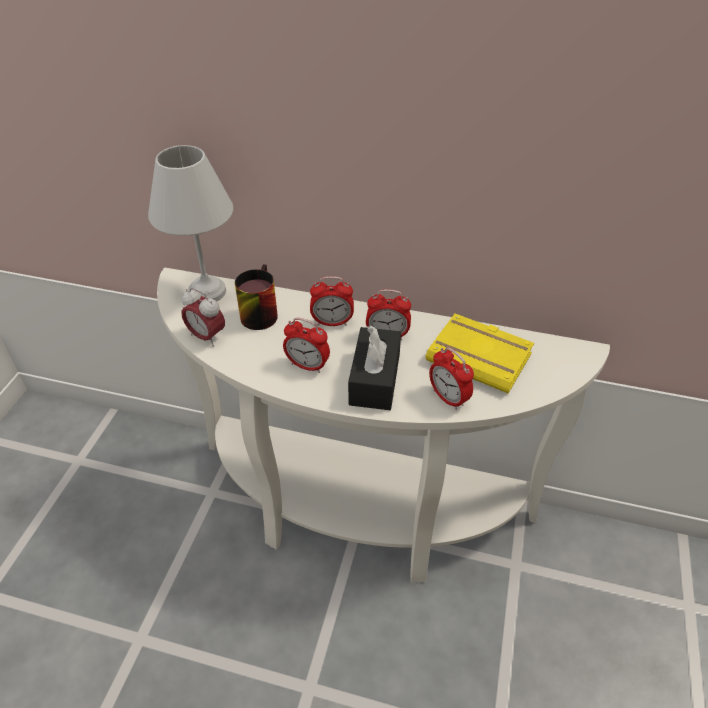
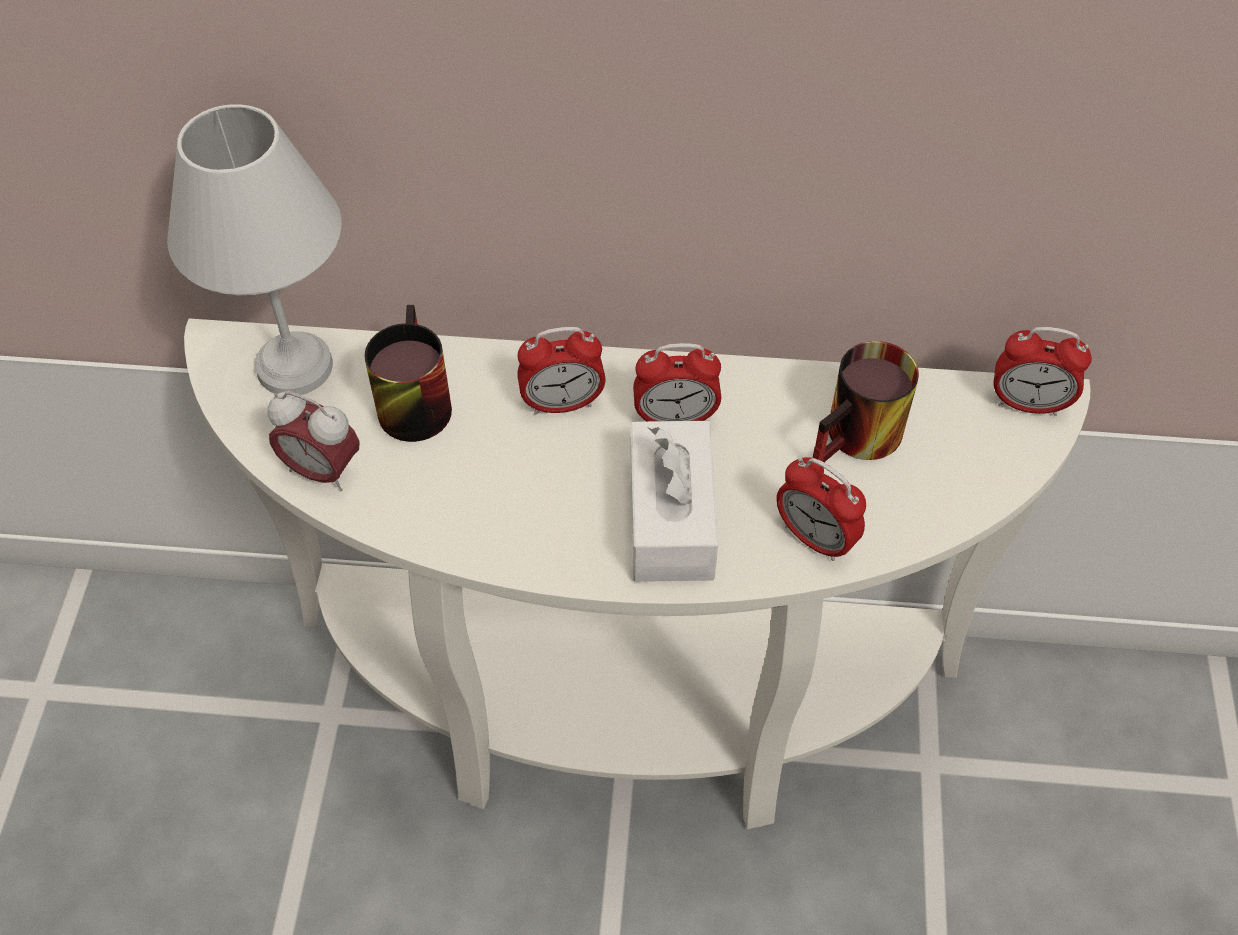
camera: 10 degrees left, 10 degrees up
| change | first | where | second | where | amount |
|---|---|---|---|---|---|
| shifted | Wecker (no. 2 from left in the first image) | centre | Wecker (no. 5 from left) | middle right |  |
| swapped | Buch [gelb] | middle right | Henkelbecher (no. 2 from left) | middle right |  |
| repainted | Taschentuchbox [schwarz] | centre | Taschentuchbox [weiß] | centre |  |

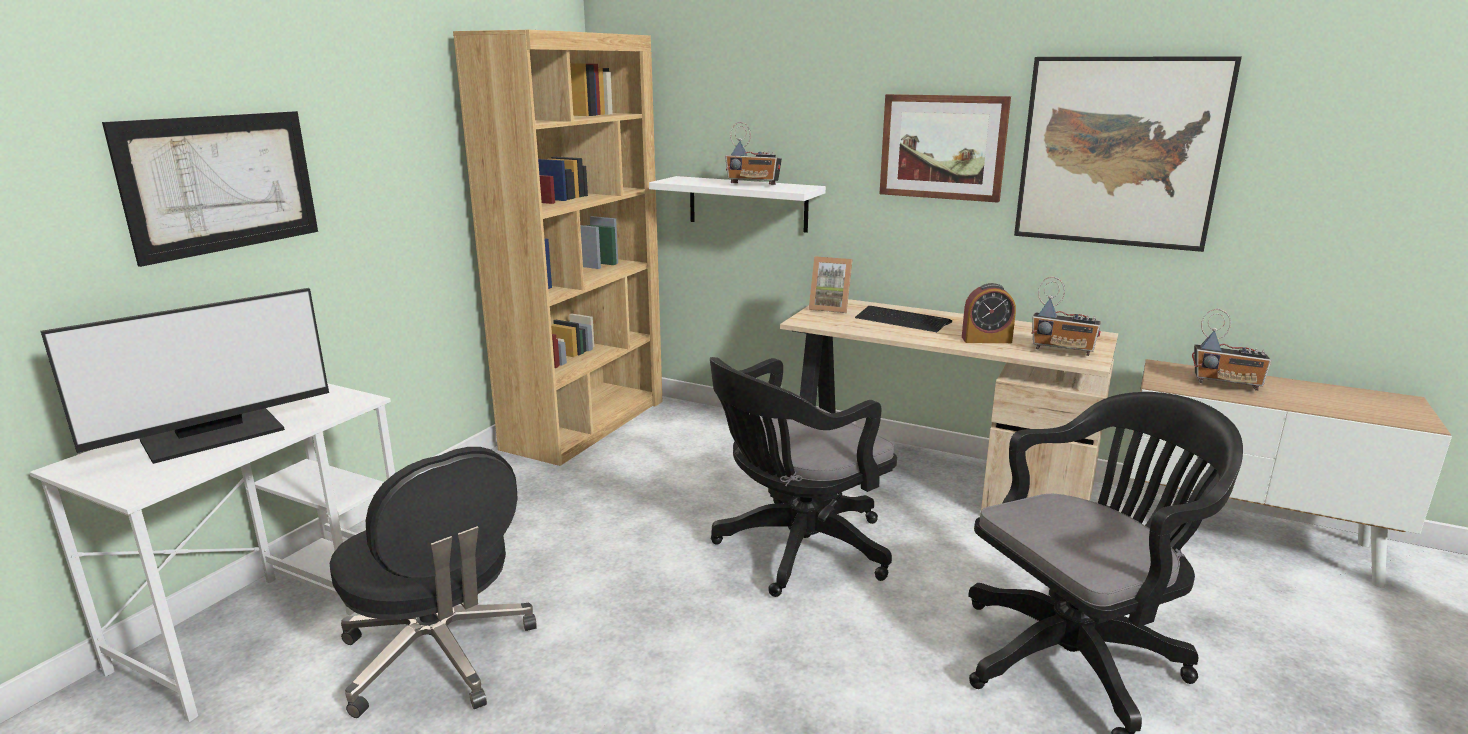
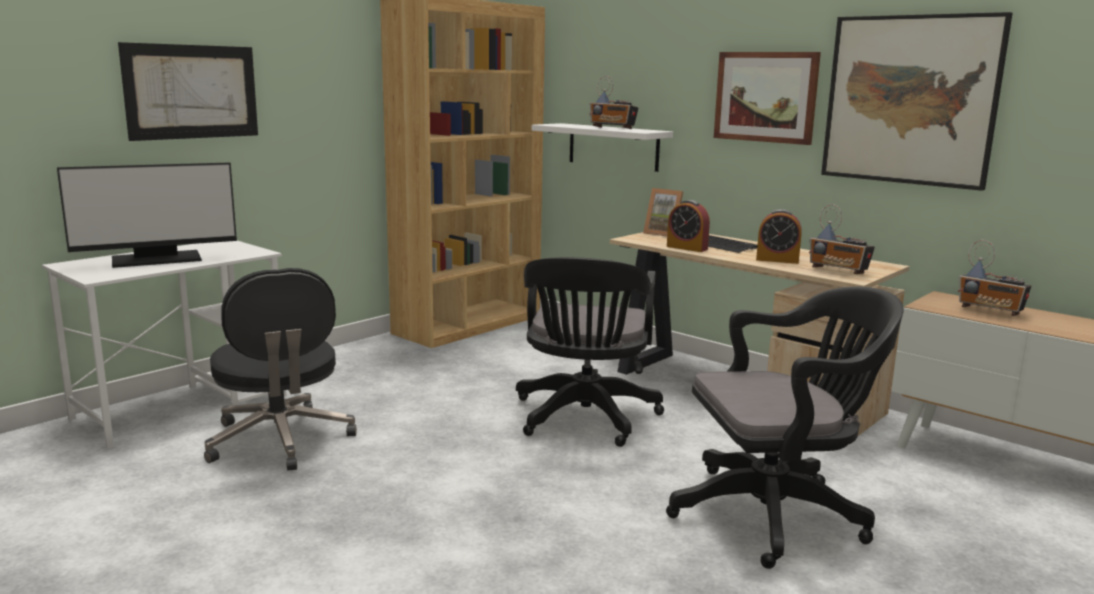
camera: 15 degrees right, 5 degrees down
| change | first | where | second | where | amount |
|---|---|---|---|---|---|
| new |  |  | Wecker (no. 1 from left) | centre |  |
| rotated | Bürostuhl [schwarz] (no. 2 from left) | centre |  | centre | 60 degrees counterclockwise |

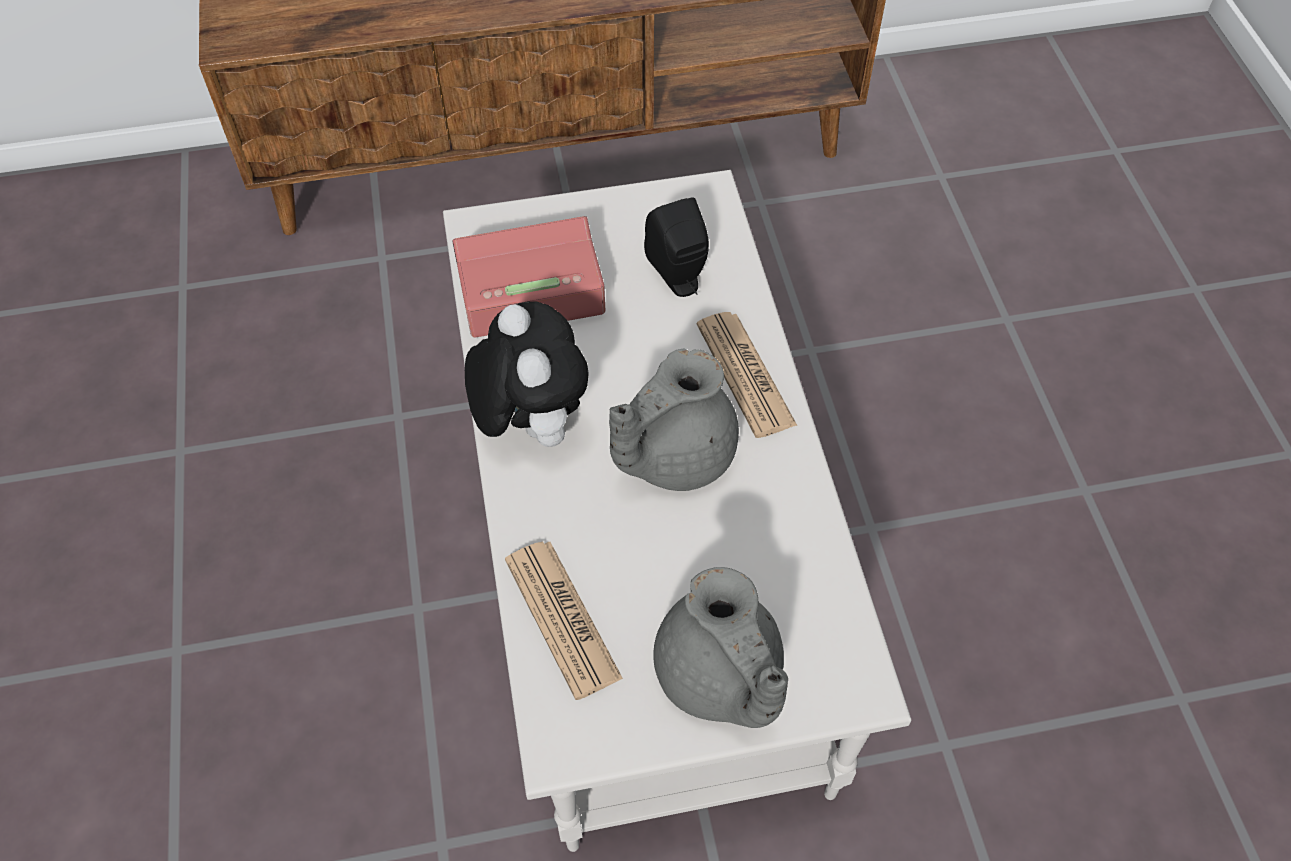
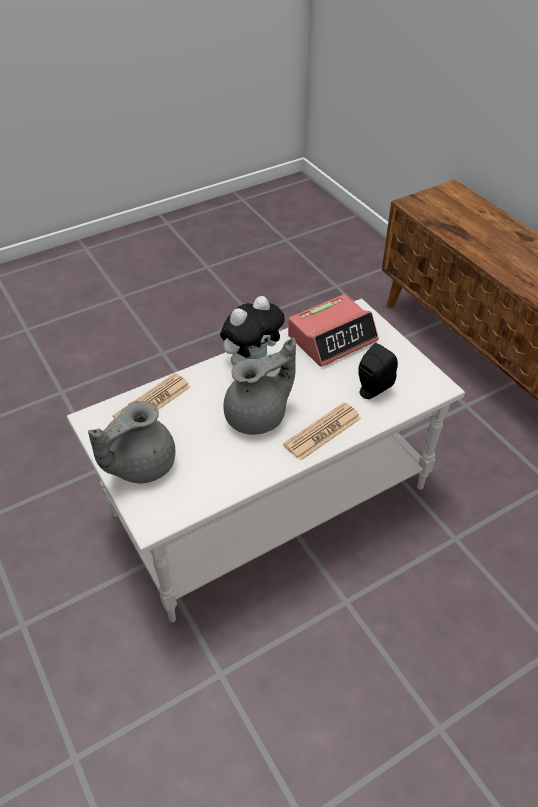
camera: 70 degrees right, 10 degrees down
| change | first | where | second | where | amount |
|---|---|---|---|---|---|
| rotated | Wecker | top centre |  | centre | 90 degrees clockwise |
| rotated | Teekanne [grau] (no. 1 from left in the first image) | centre | Teekanne [grau] (no. 2 from left) | centre | 120 degrees clockwise |

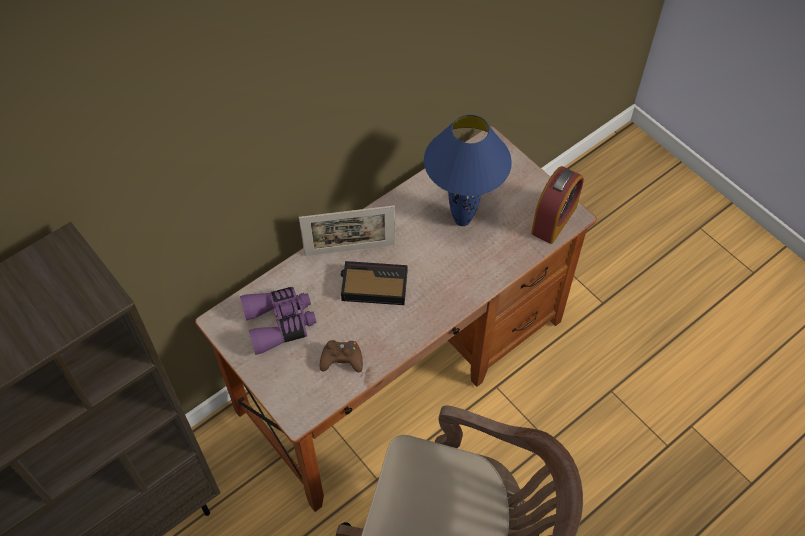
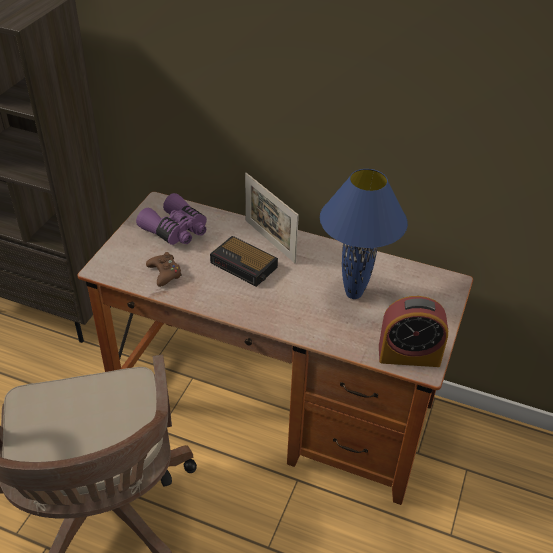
camera: 60 degrees right, 15 degrees down
| change | first | where | second | where | amount |
|---|---|---|---|---|---|
| rotated | Wecker (no. 1 from left) | centre |  | centre | 150 degrees clockwise |

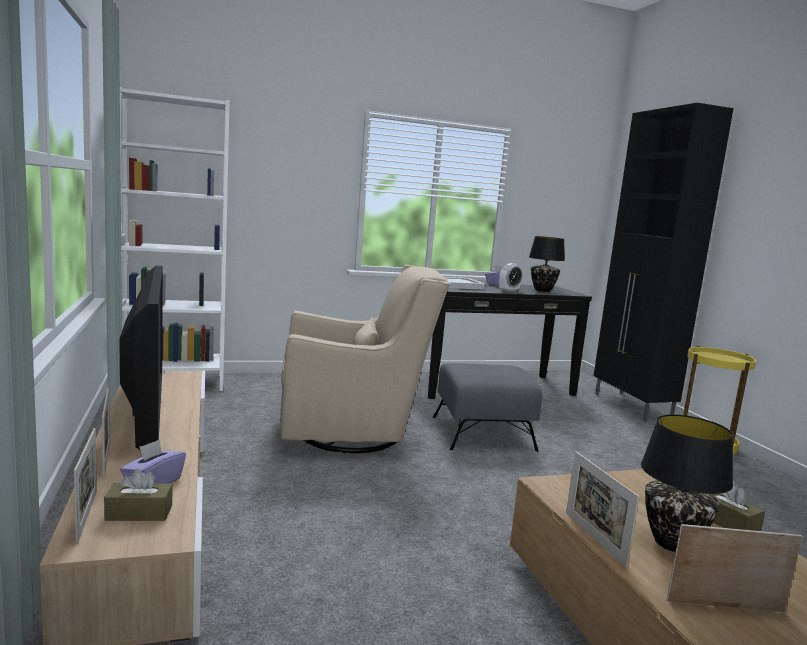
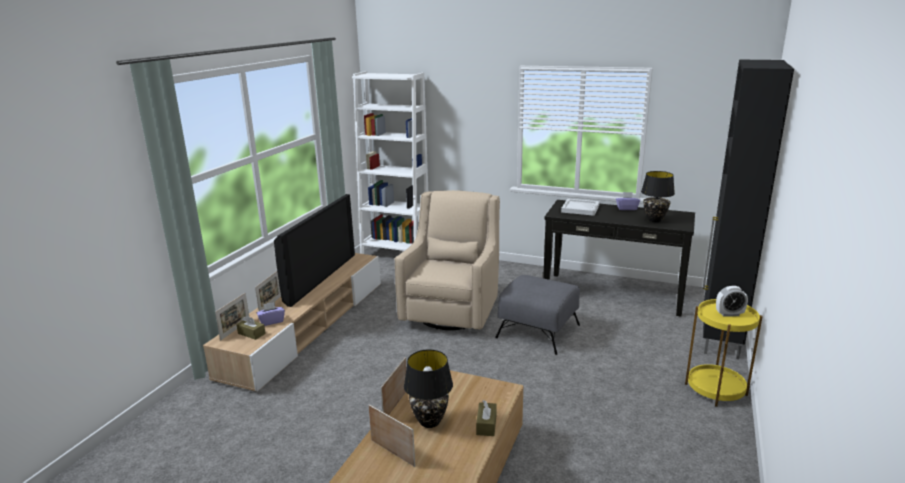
camera: 40 degrees right, 10 degrees up
| change | first | where | second | where | amount |
|---|---|---|---|---|---|
| shifted | Wecker | centre |  | middle right |  |
| rotated | Sessel [beige] | centre |  | centre | 105 degrees counterclockwise |

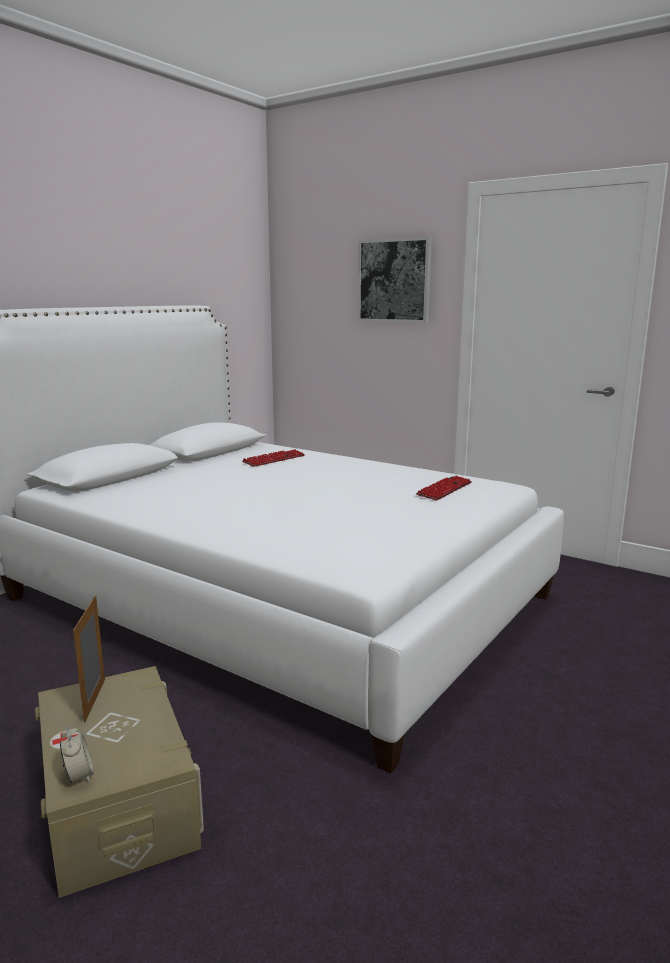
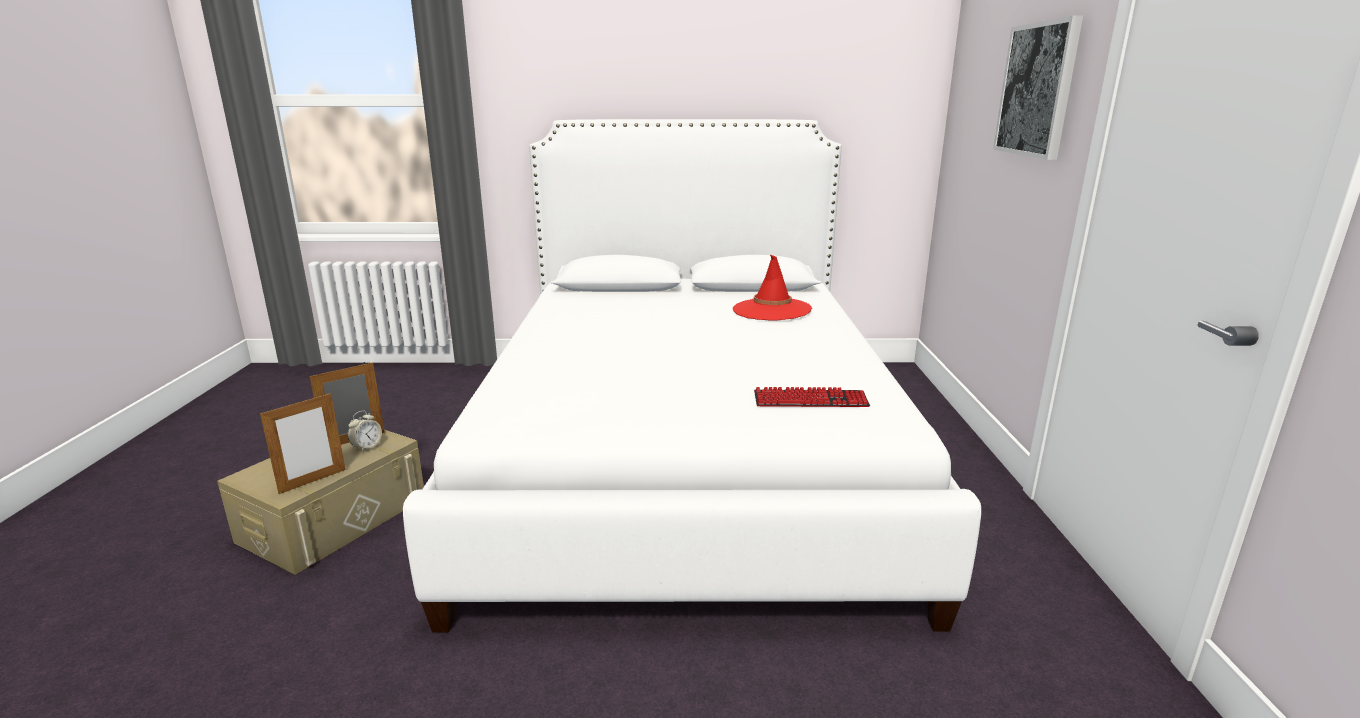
camera: 55 degrees right, 5 degrees up
| change | first | where | second | where | amount |
|---|---|---|---|---|---|
| new |  |  | Bilderrahmen (no. 1 from left) | middle left |  |
| shifted | Wecker | bottom left |  | middle left |  |
| swapped | Tastatur (no. 1 from left) | centre | Hut [rot] | centre |  |

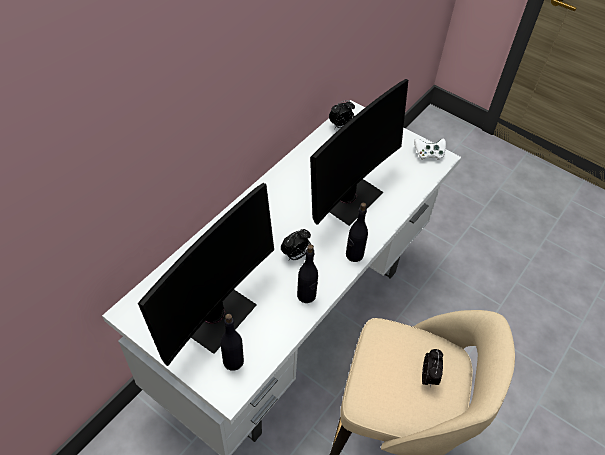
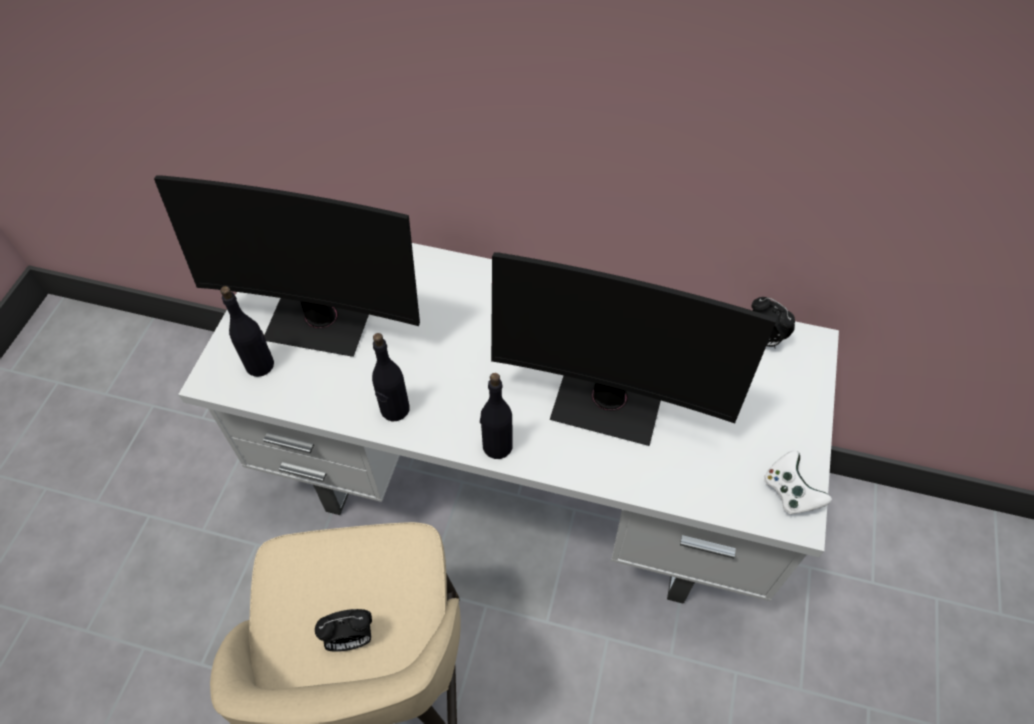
camera: 70 degrees right, 5 degrees up
| change | first | where | second | where | amount |
|---|---|---|---|---|---|
| gone | Wecker (no. 1 from left) | centre |  |  |  |

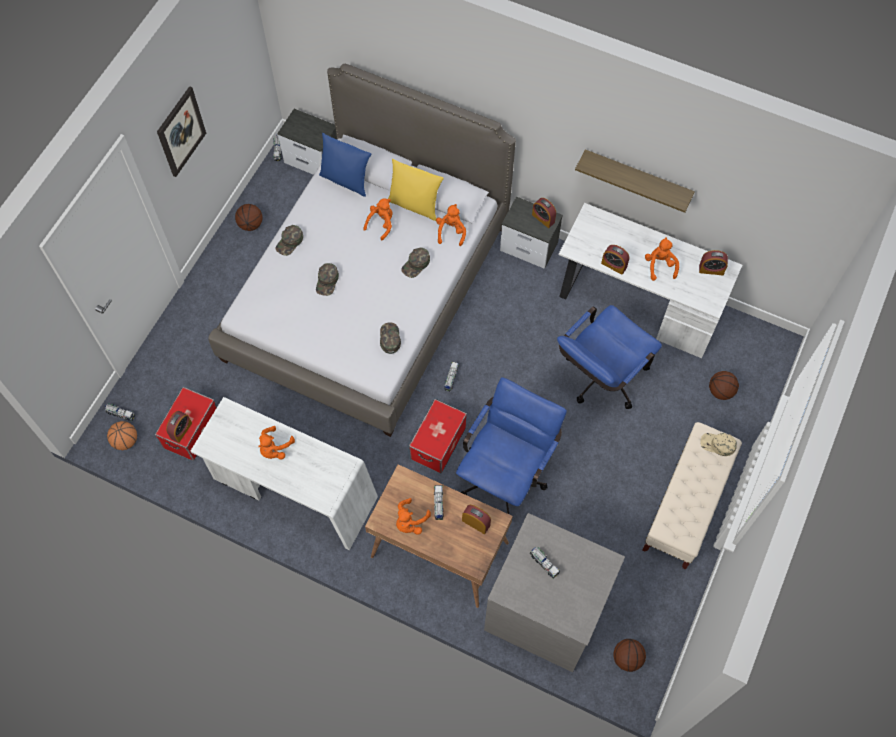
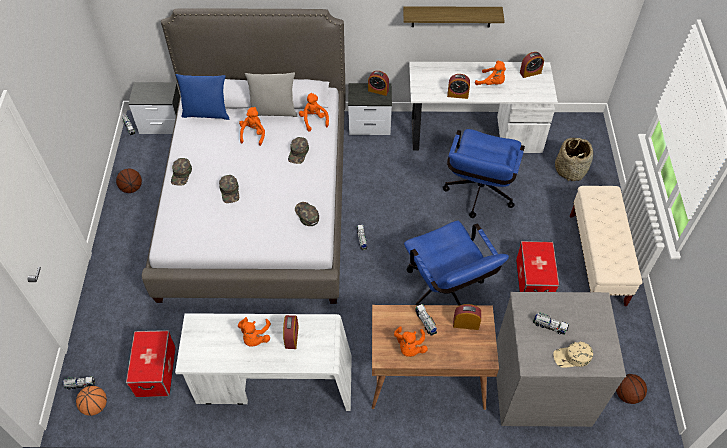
camera: 25 degrees left, 10 degrees down
| change | first | where | second | where | amount |
|---|---|---|---|---|---|
| gone | Bild | top left |  |  |  |
| shifted | Wecker (no. 1 from left) | middle left |  | bottom centre |  |
| shifted | Aufbewahrungsbox (no. 2 from left) | centre |  | middle right |  |
| shifted | Kappe [beige] | middle right |  | bottom right |  |
| swapped | Basketball (no. 4 from left) | middle right | Korb | middle right |  |
| repainted | Kissen [gelb] | top centre | Kissen [grau] | top centre |  |
| rotated | Bürostuhl [blau] (no. 1 from left) | centre |  | centre | 150 degrees clockwise |
| rotated | Plüschtier [orange] (no. 5 from left) | middle right |  | top right | 150 degrees clockwise |

